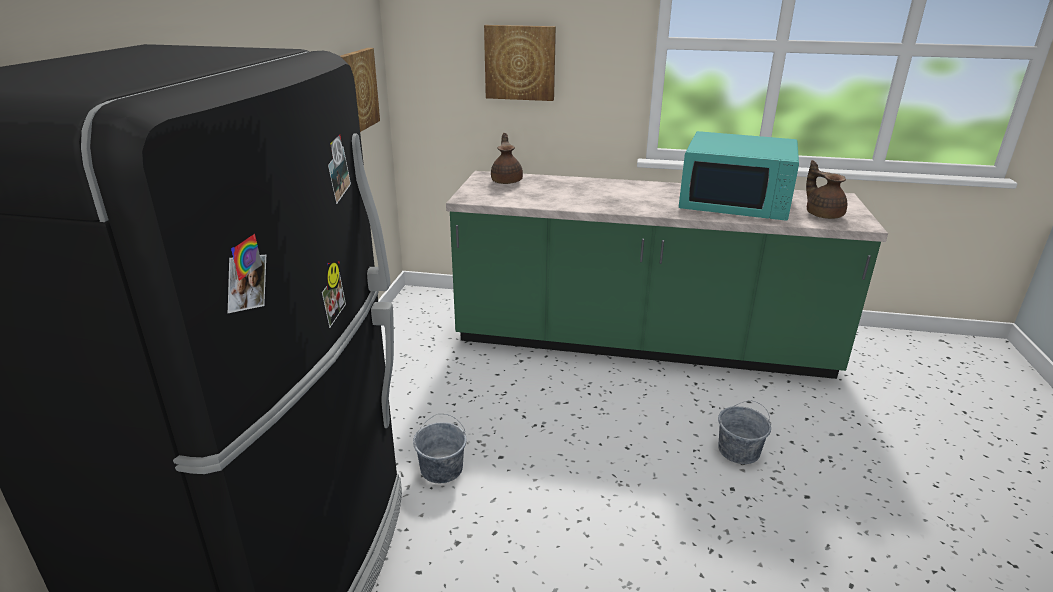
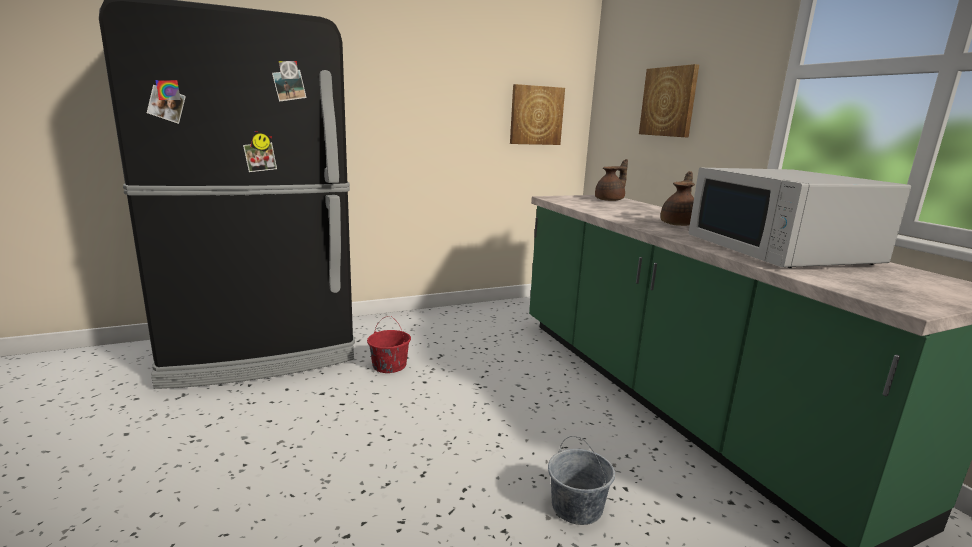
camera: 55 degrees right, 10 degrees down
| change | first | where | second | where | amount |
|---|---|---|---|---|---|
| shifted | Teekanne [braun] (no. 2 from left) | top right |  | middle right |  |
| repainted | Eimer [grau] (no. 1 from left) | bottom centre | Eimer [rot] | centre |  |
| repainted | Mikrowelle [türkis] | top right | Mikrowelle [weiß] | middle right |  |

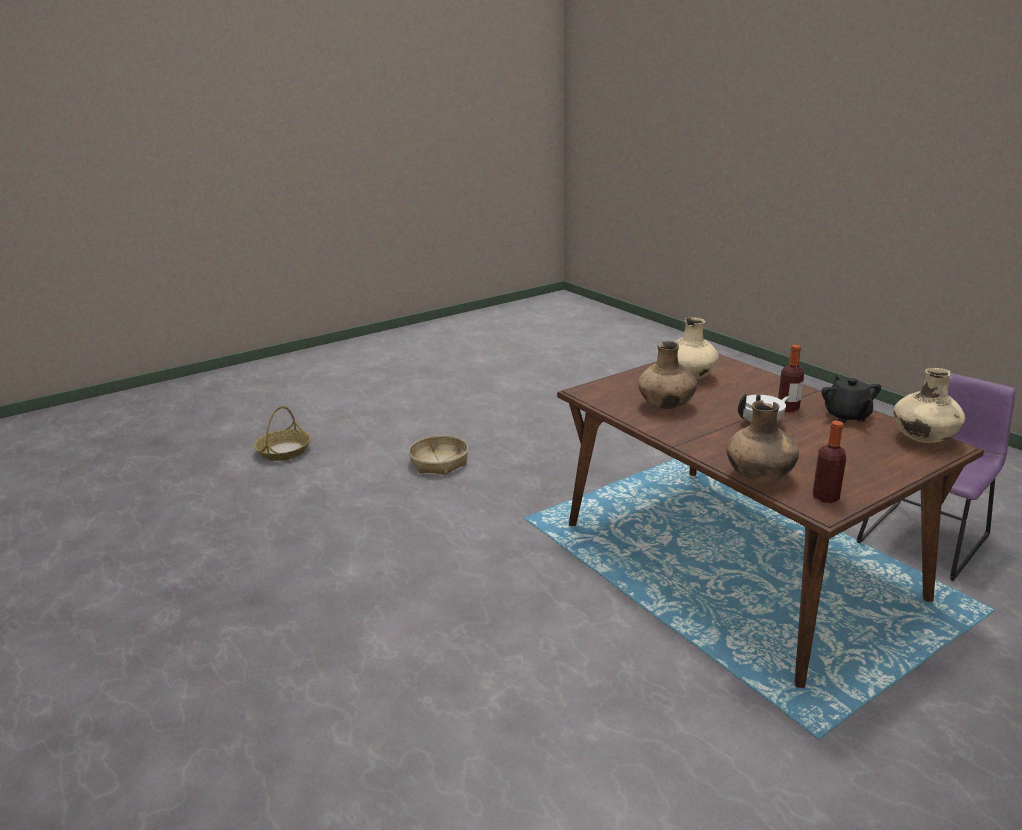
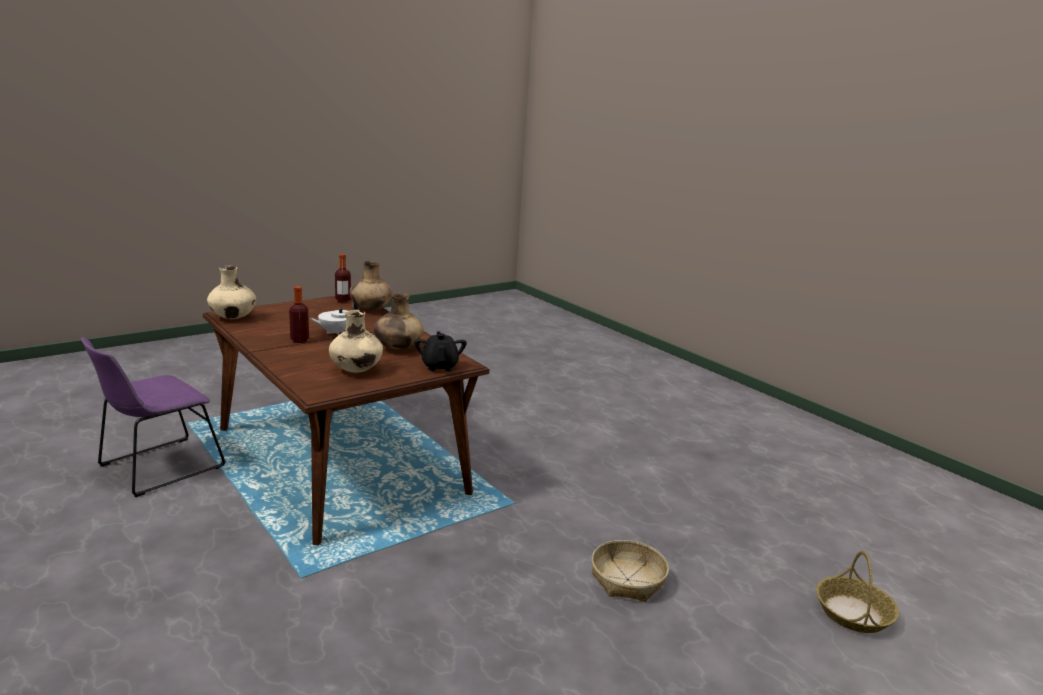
camera: 175 degrees right, 5 degrees down
| change | first | where | second | where | amount |
|---|---|---|---|---|---|
| shifted | Teekanne [schwarz] | middle right |  | centre |  |

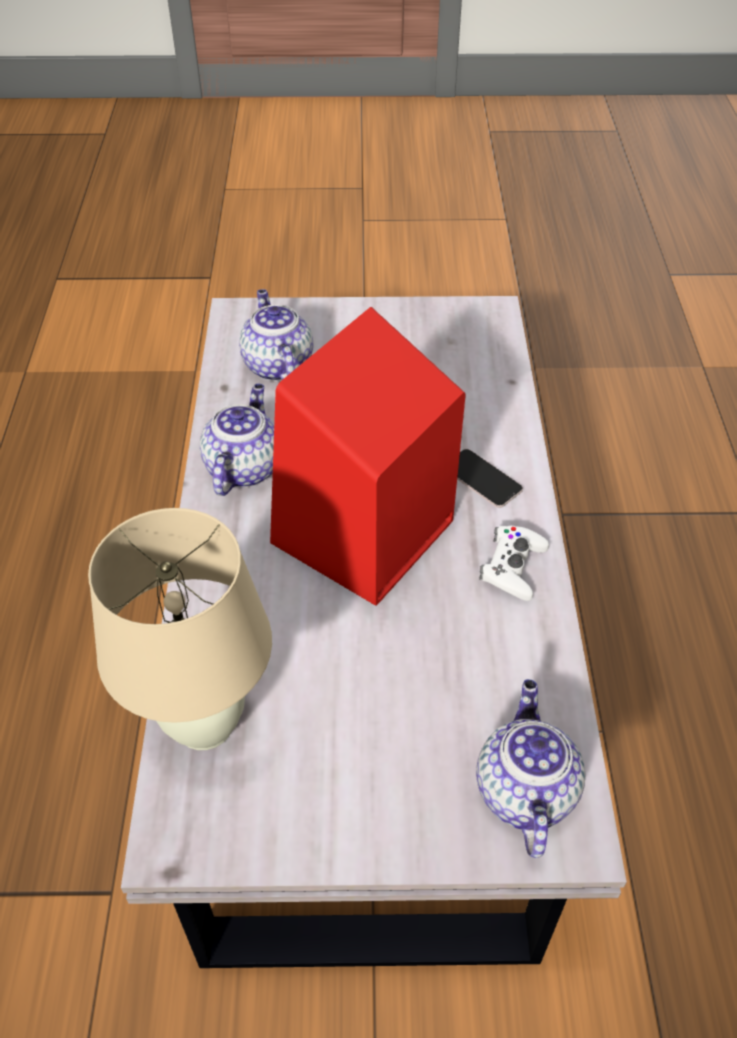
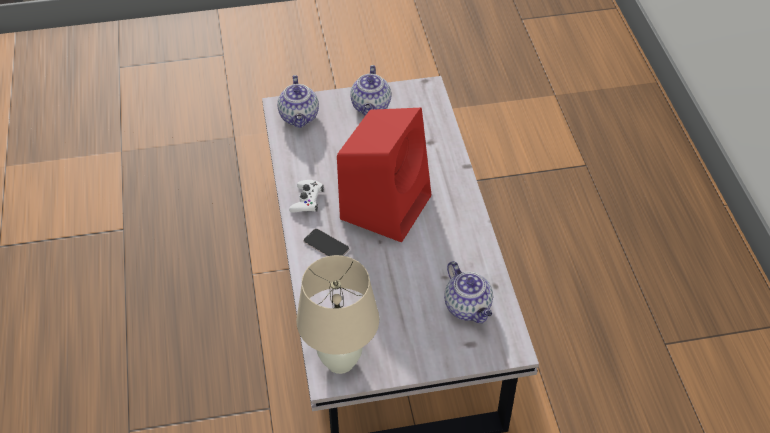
camera: 170 degrees right, 0 degrees up
| change | first | where | second | where | amount |
|---|---|---|---|---|---|
| shifted | Tischlampe [beige] | middle left |  | bottom centre |  |
| shifted | Teekanne (no. 1 from left in the first image) | middle left | Teekanne (no. 2 from left) | top centre |  |

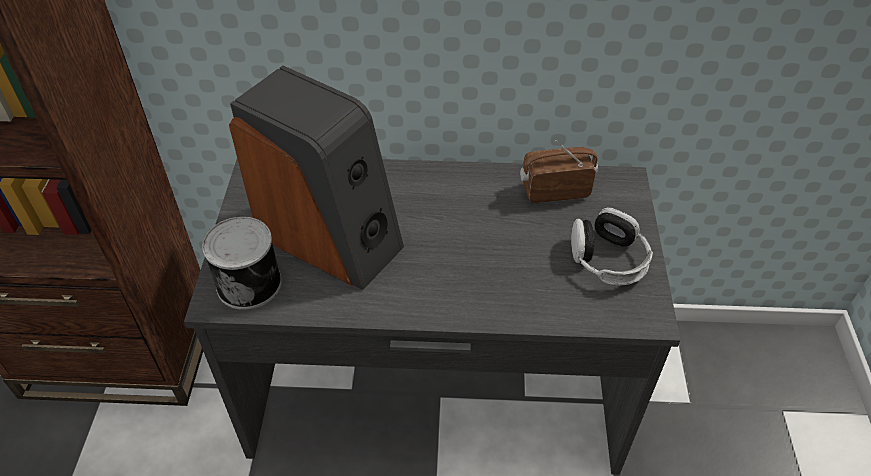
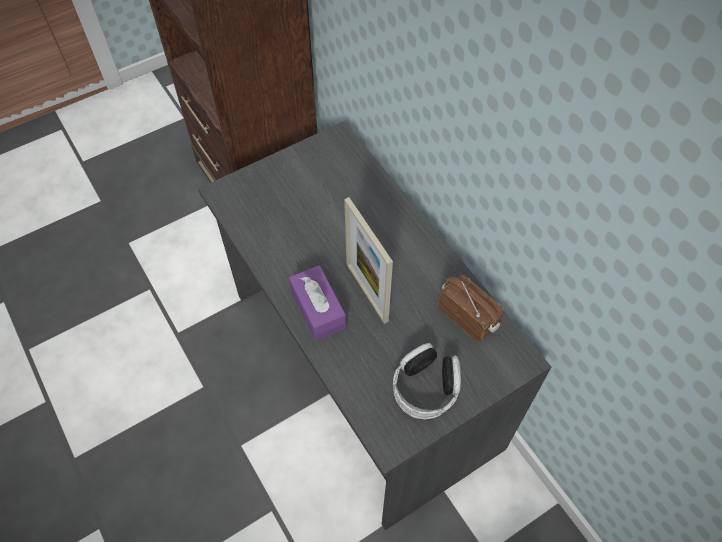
camera: 55 degrees right, 10 degrees up
| change | first | where | second | where | amount |
|---|---|---|---|---|---|
| gone | Dose | middle left |  |  |  |
| gone | Lautsprecher | centre |  |  |  |
| new |  |  | Taschentuchbox [lila] | centre |  |
| new |  |  | Bilderrahmen | centre |  |

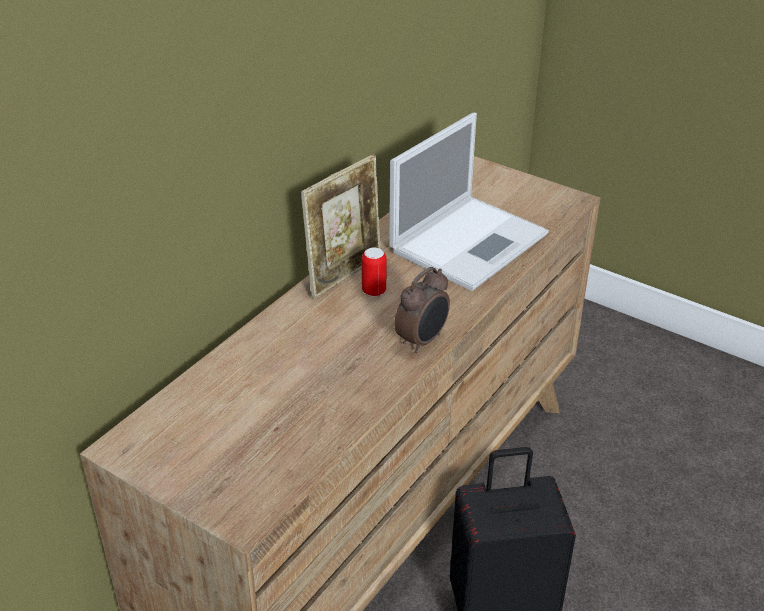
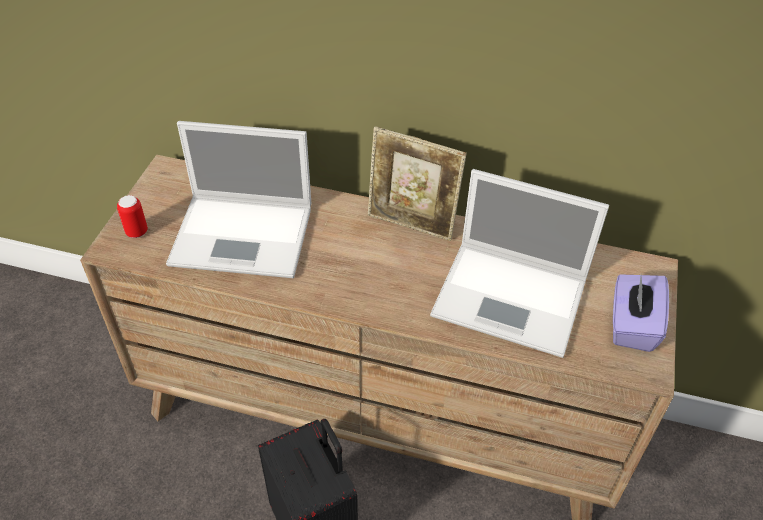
camera: 70 degrees right, 10 degrees up
| change | first | where | second | where | amount |
|---|---|---|---|---|---|
| gone | Wecker | centre |  |  |  |
| new |  |  | Laptop (no. 1 from left) | middle left |  |
| new |  |  | Taschentuchbox [lila] | middle right |  |
| shifted | Dose | centre |  | middle left |  |

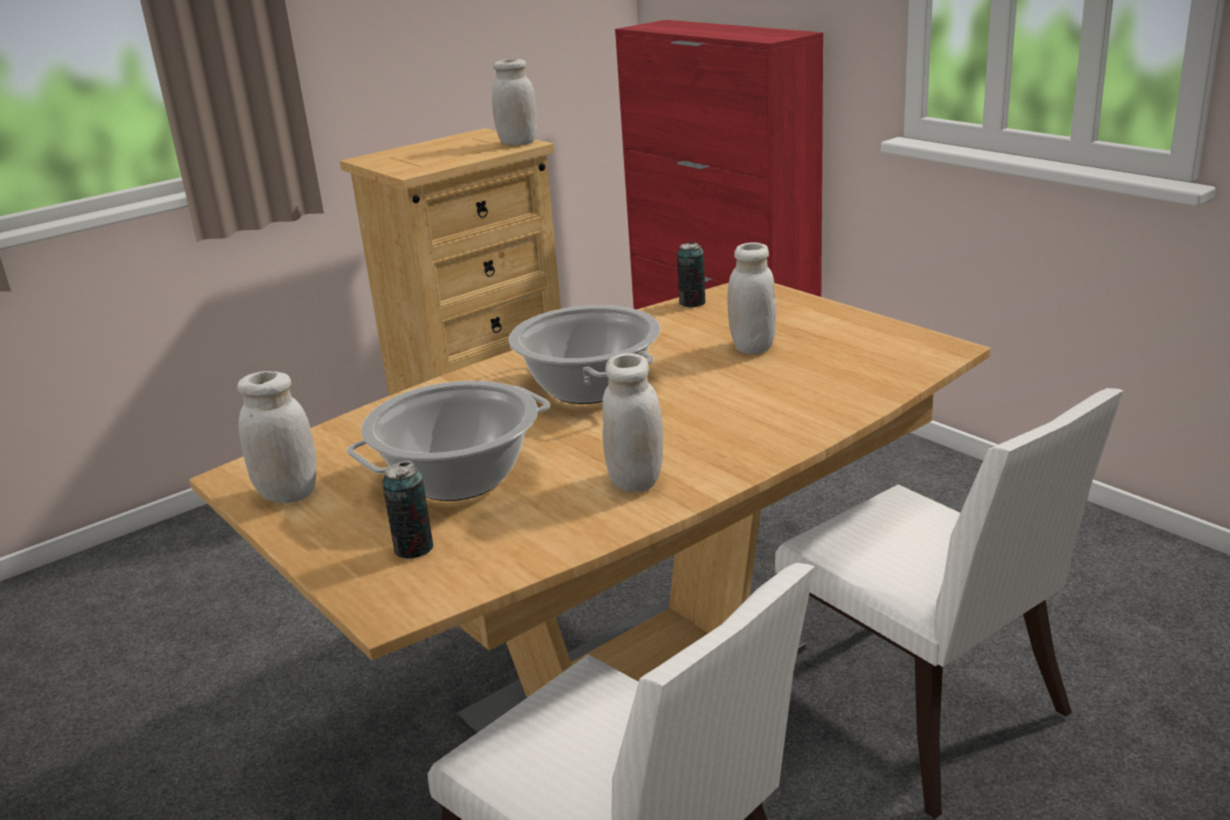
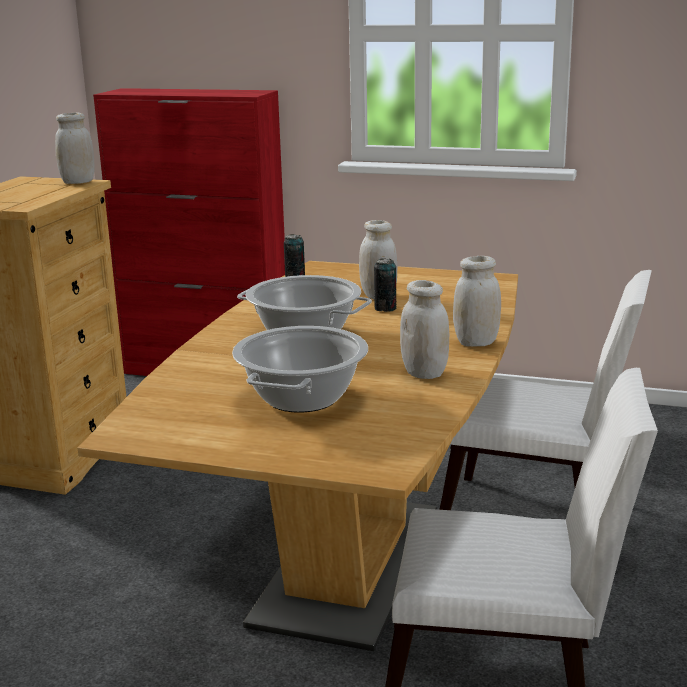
camera: 35 degrees left, 5 degrees down
| change | first | where | second | where | amount |
|---|---|---|---|---|---|
| shifted | Vorratsglas [weiß] (no. 1 from left in the first image) | middle left | Vorratsglas [weiß] (no. 4 from left) | middle right |  |
| shifted | Dose (no. 1 from left in the first image) | middle left | Dose (no. 2 from left) | centre |  |

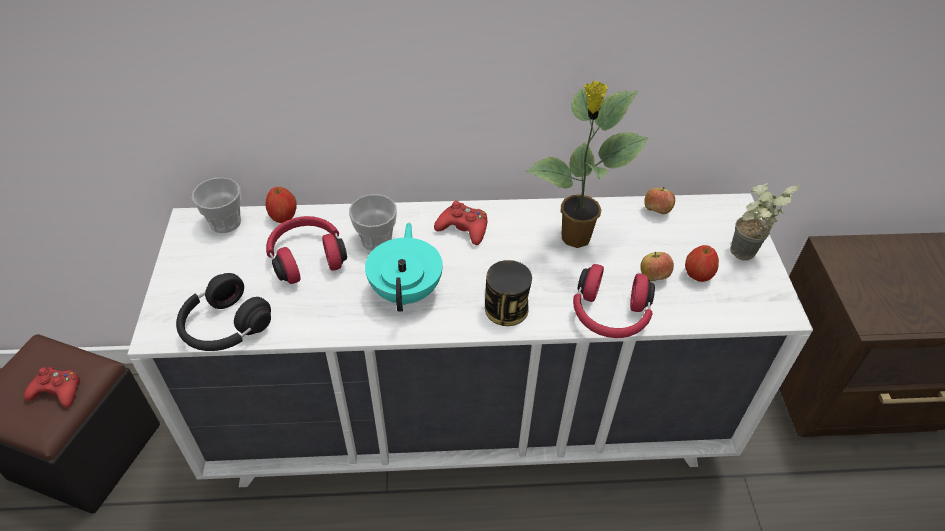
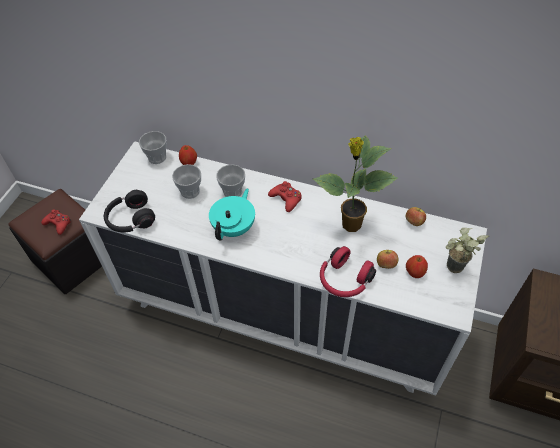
camera: 25 degrees right, 5 degrees up
| change | first | where | second | where | amount |
|---|---|---|---|---|---|
| gone | Dose | centre |  |  |  |
| swapped | Kopfhörer [rot] (no. 1 from left) | middle left | Tasse (no. 2 from left) | middle left |  |

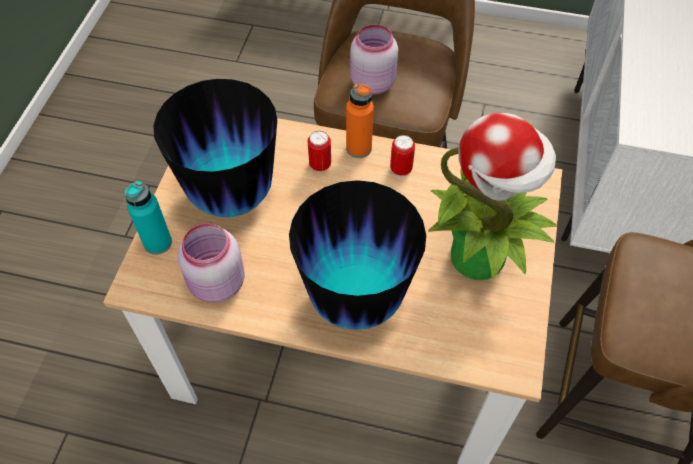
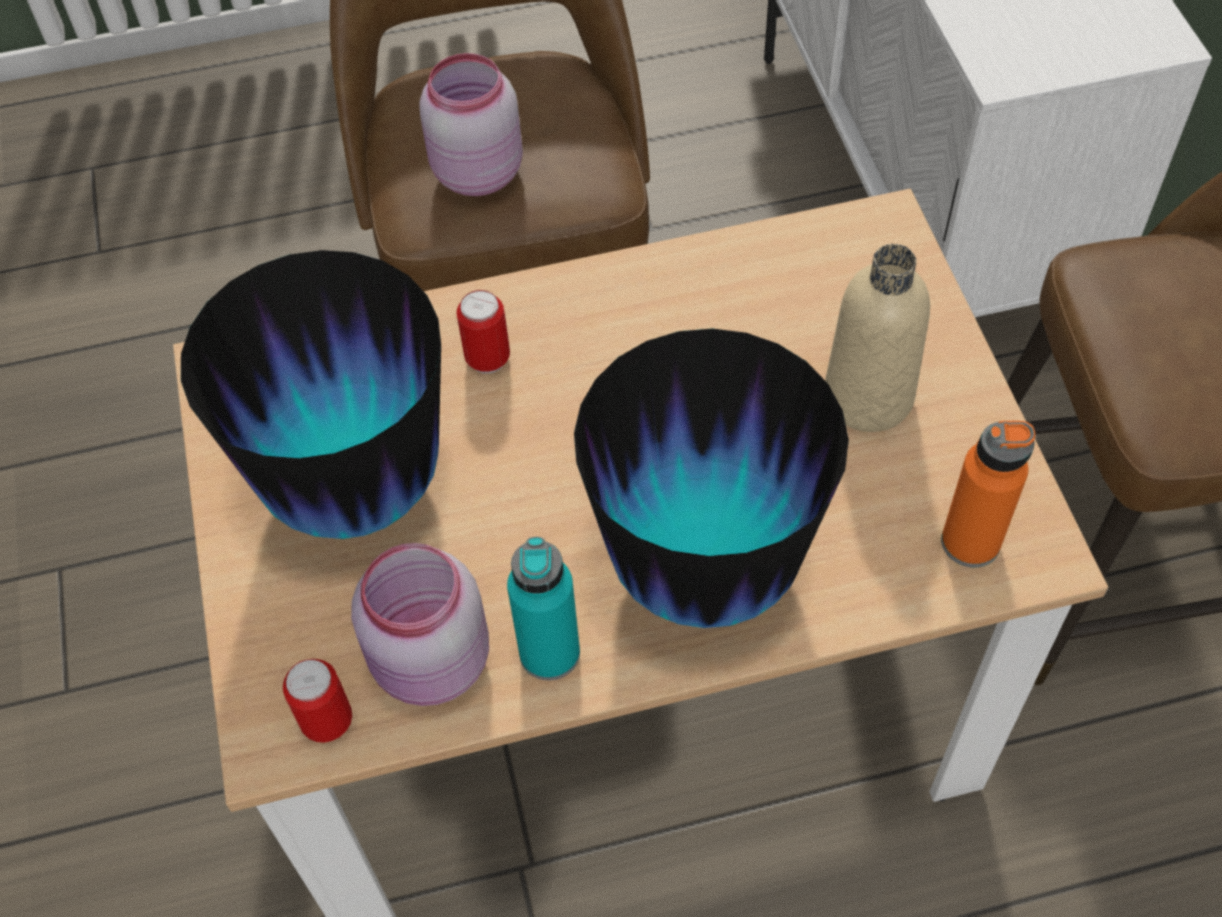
camera: 25 degrees left, 0 degrees up
| change | first | where | second | where | amount |
|---|---|---|---|---|---|
| shifted | Flasche [türkis] | middle left |  | centre |  |
| shifted | Flasche [orange] | top centre |  | middle right |  |
| shifted | Dose (no. 2 from left in the first image) | centre | Dose (no. 1 from left) | bottom left |  |
| swapped | Topfpflanze | middle right | Flasche [beige] | middle right |  |

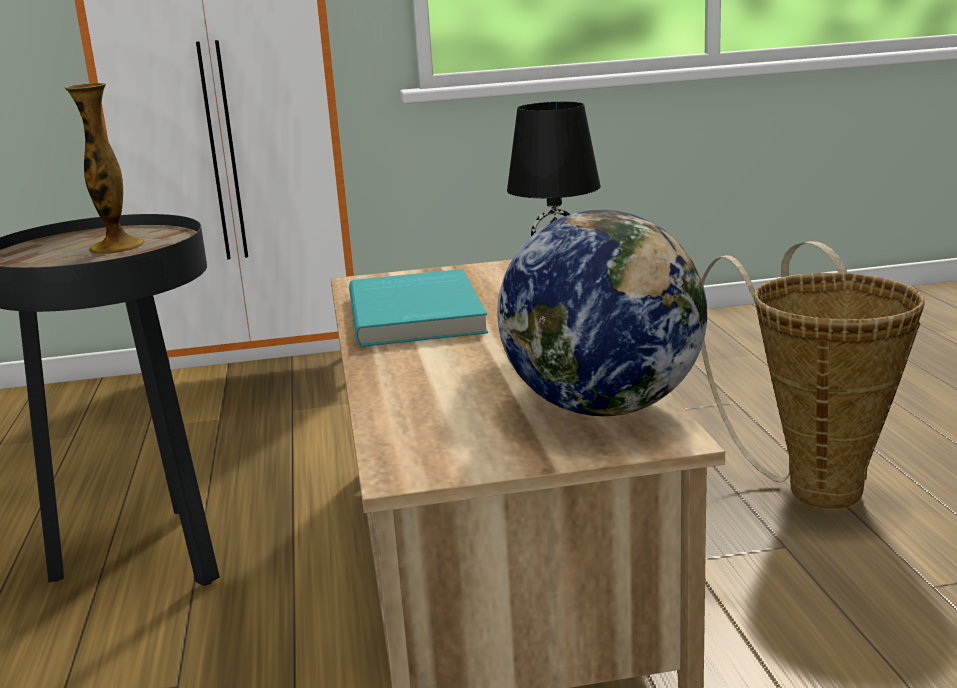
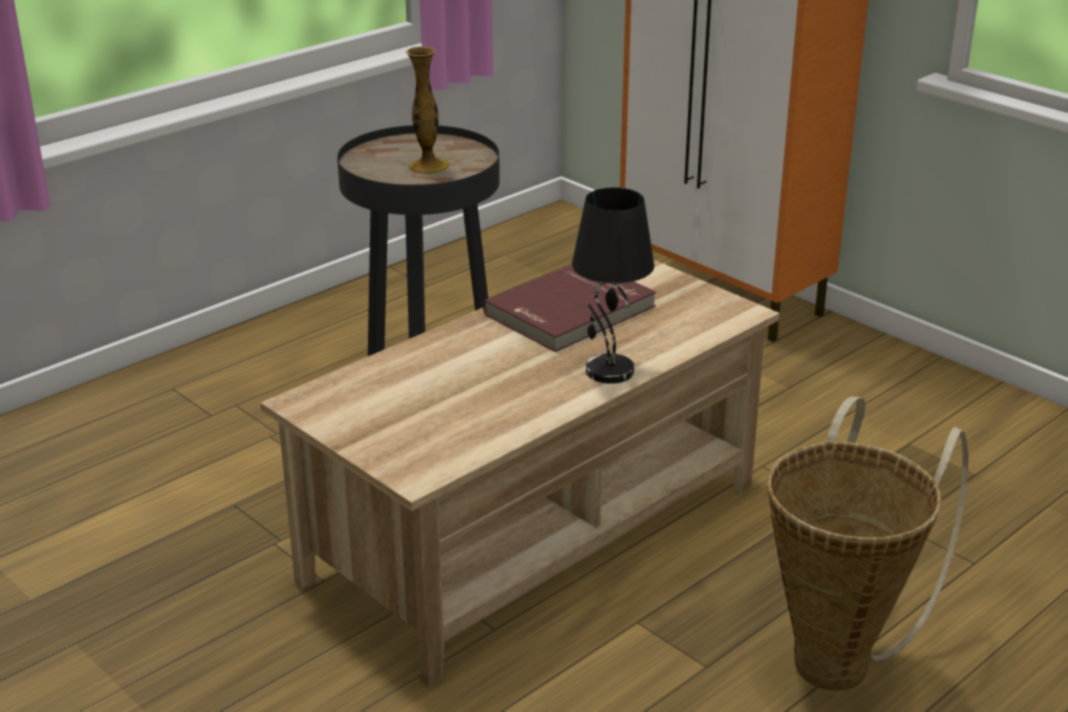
camera: 55 degrees right, 10 degrees up
| change | first | where | second | where | amount |
|---|---|---|---|---|---|
| gone | Globus | centre |  |  |  |
| repainted | Buch [türkis] | centre | Buch [rot] | centre |  |

